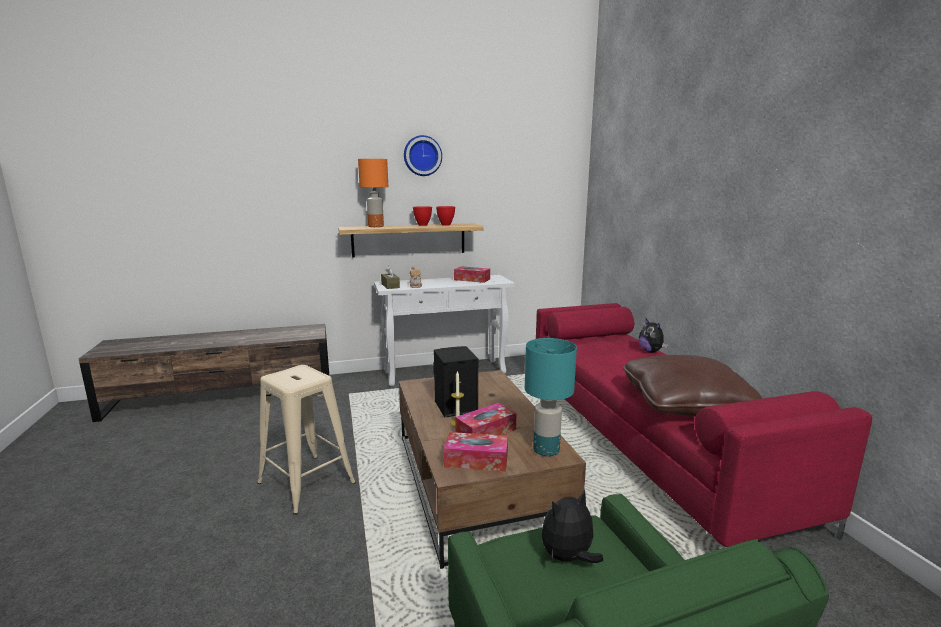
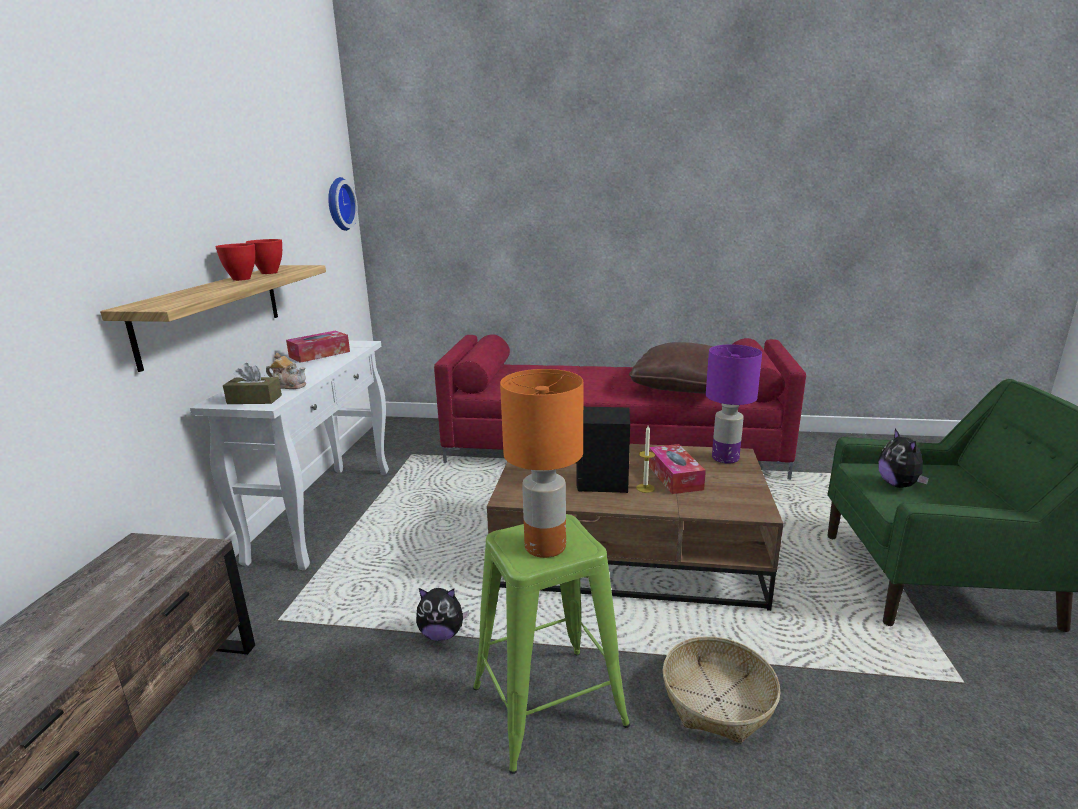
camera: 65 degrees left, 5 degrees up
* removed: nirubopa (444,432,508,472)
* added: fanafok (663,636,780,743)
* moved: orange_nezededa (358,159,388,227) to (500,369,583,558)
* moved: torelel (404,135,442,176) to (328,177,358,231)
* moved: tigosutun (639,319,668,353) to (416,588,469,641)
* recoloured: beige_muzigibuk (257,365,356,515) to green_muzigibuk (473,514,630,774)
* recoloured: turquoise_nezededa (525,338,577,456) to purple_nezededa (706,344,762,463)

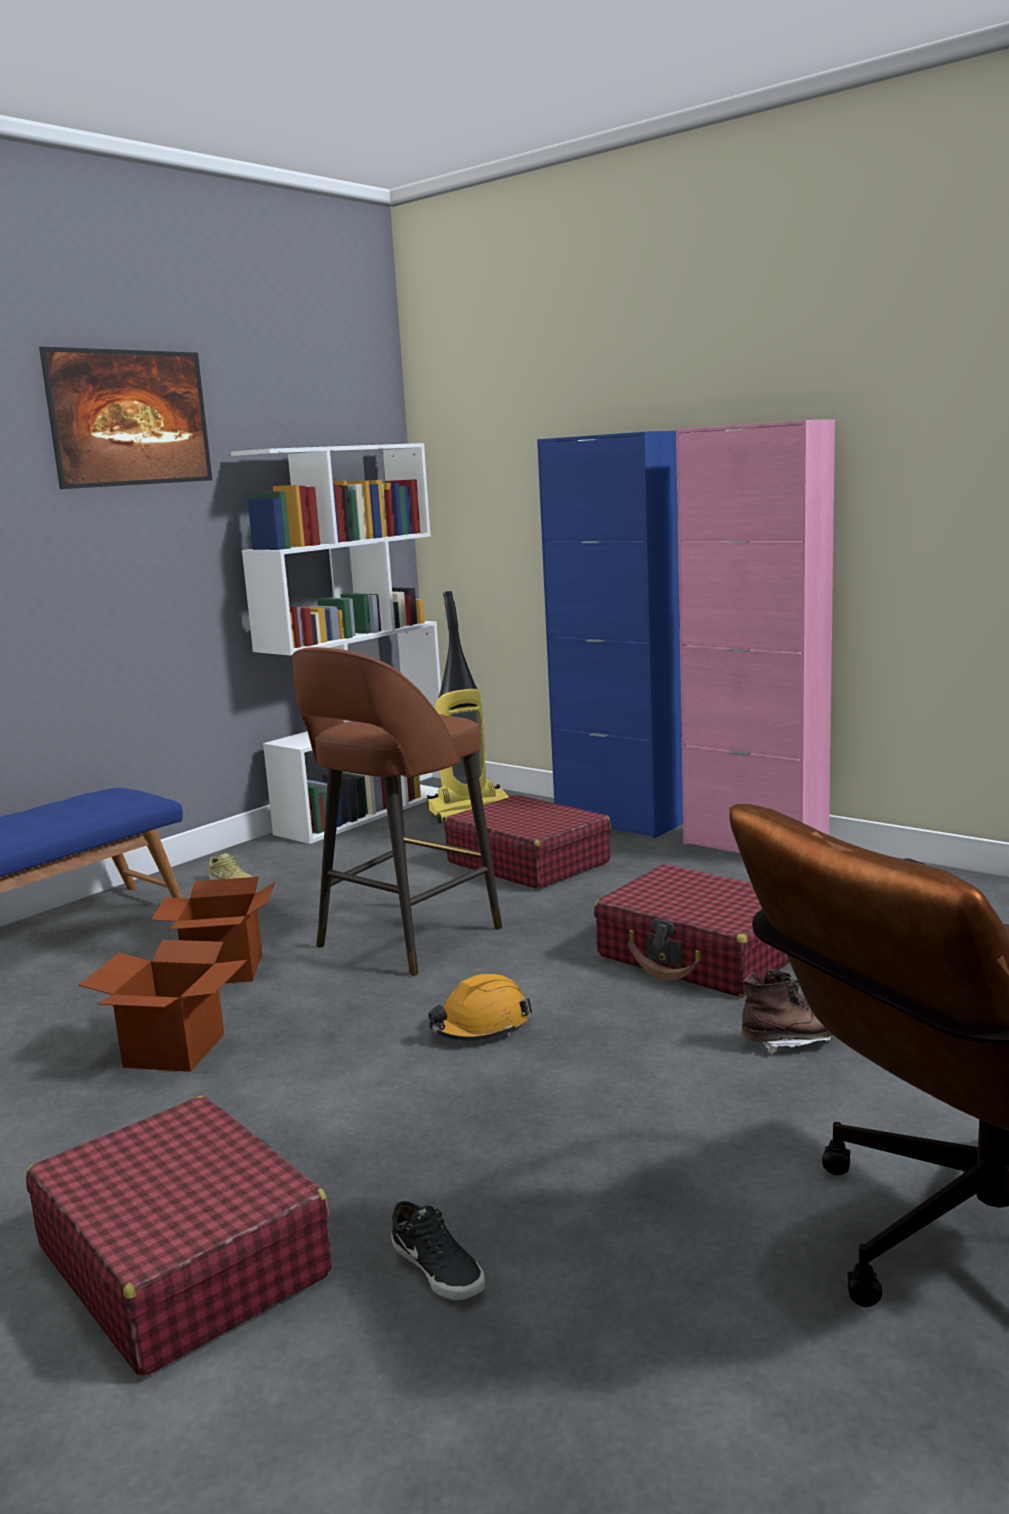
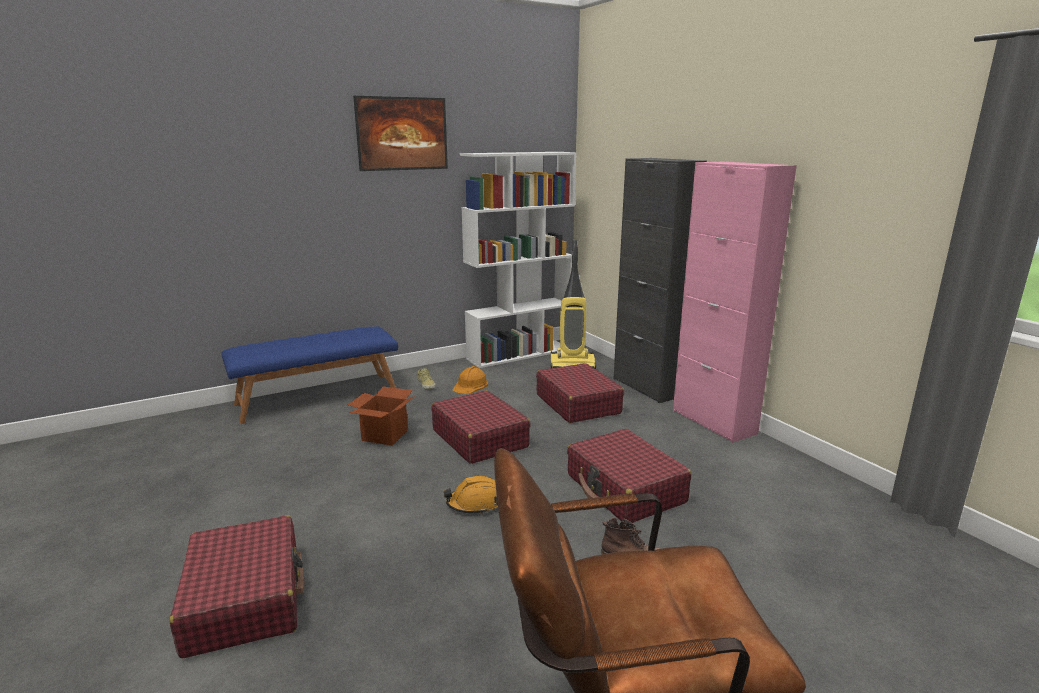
camera: 20 degrees right, 5 degrees up
* removed: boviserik (78,940,247,1072)
* removed: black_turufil (391,1201,485,1300)
* added: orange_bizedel (452,366,488,394)
* replaced: brown_muzigibuk (292,647,502,976) to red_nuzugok (431,390,531,464)
* recoloured: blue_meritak (537,431,683,838) to black_meritak (614,158,707,403)

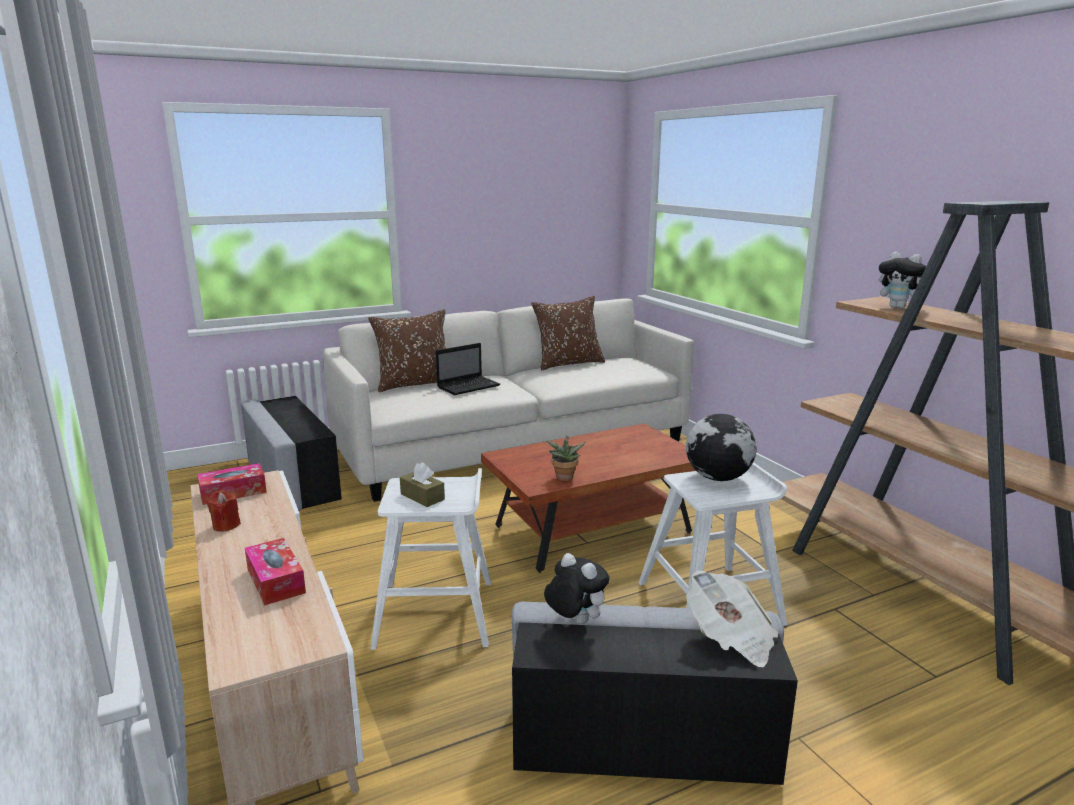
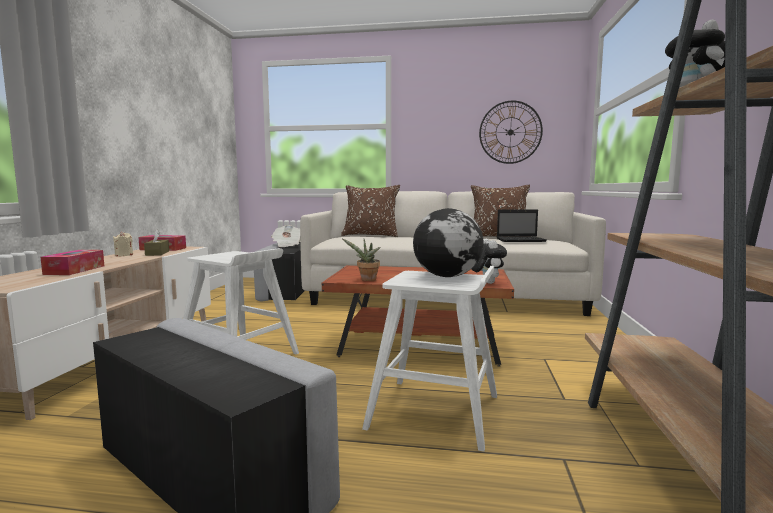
camera: 35 degrees right, 10 degrees down
* added: torelel (479,101,543,164)
* moved: brown_nirubopa (400,462,445,507) to (144,229,169,256)
* moved: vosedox (436,343,500,395) to (497,209,547,242)
* moved: tigosutun (544,553,610,624) to (472,239,507,284)
* moved: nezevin (686,570,779,667) to (271,225,300,247)
* recoloured: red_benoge (207,490,241,532) to beige_benoge (113,232,133,257)

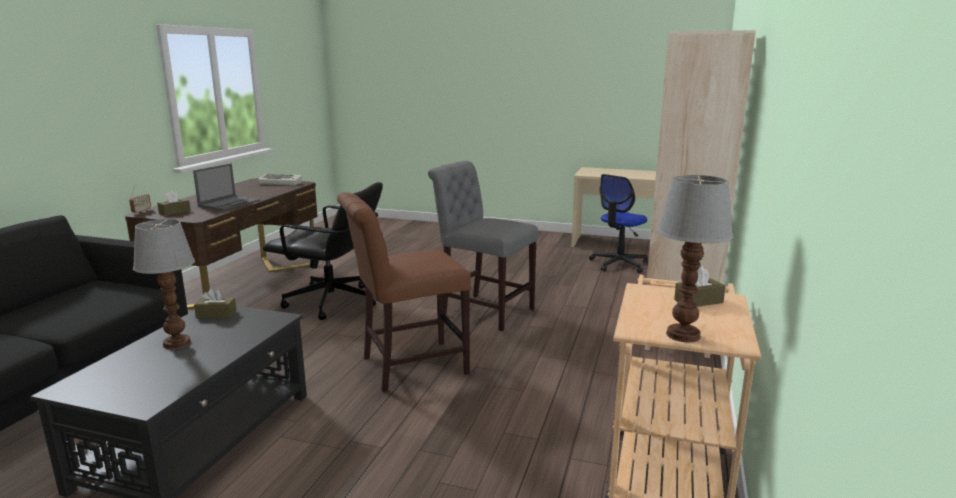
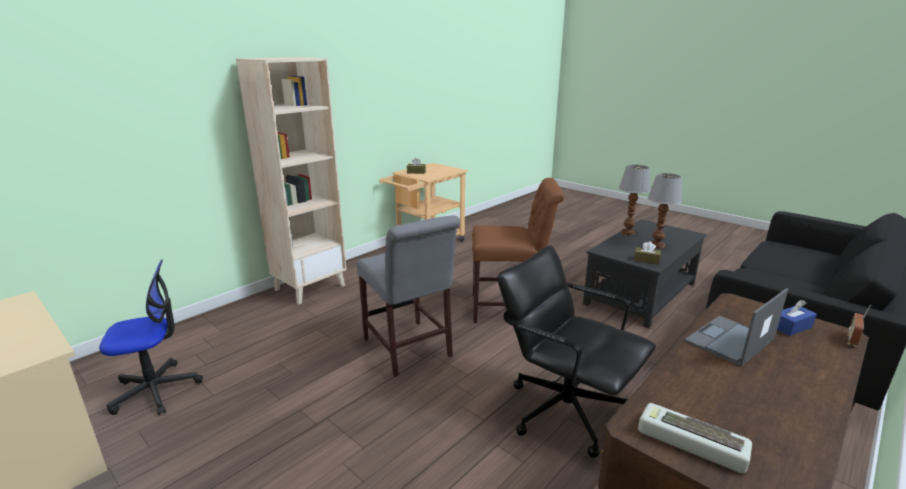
camera: 155 degrees left, 5 degrees up
* moved: nezededa (657,175,733,343) to (619,165,651,236)
* recoloured: brown_nirubopa (157,191,191,216) to blue_nirubopa (777,300,817,336)

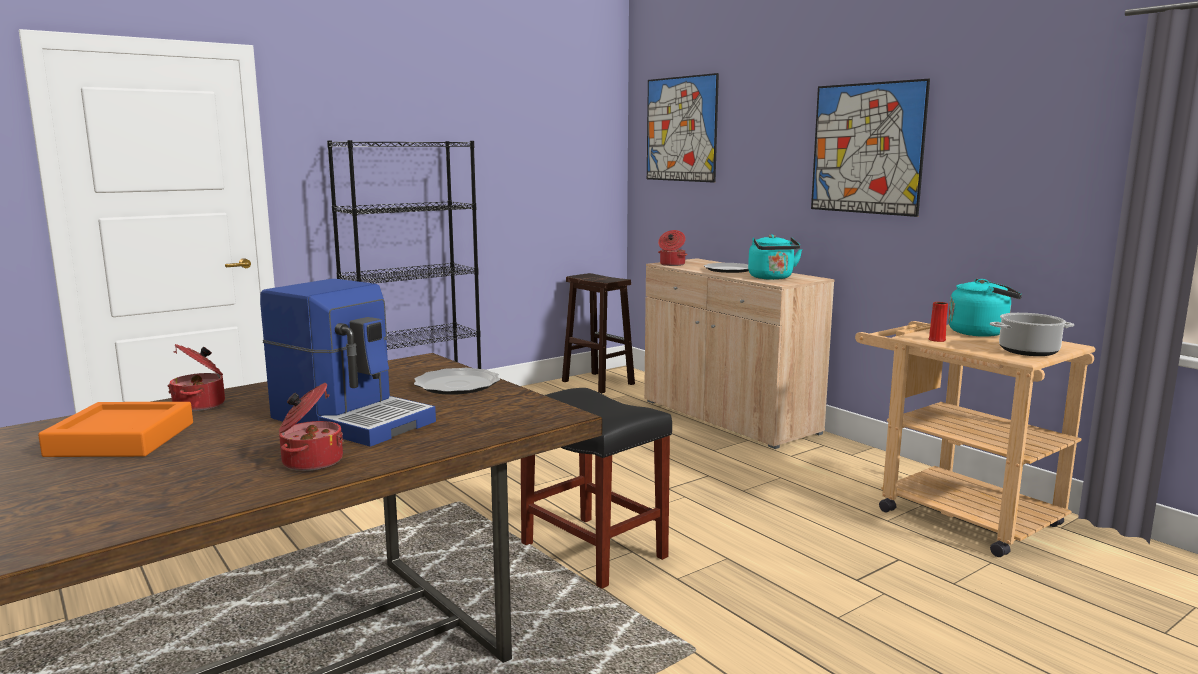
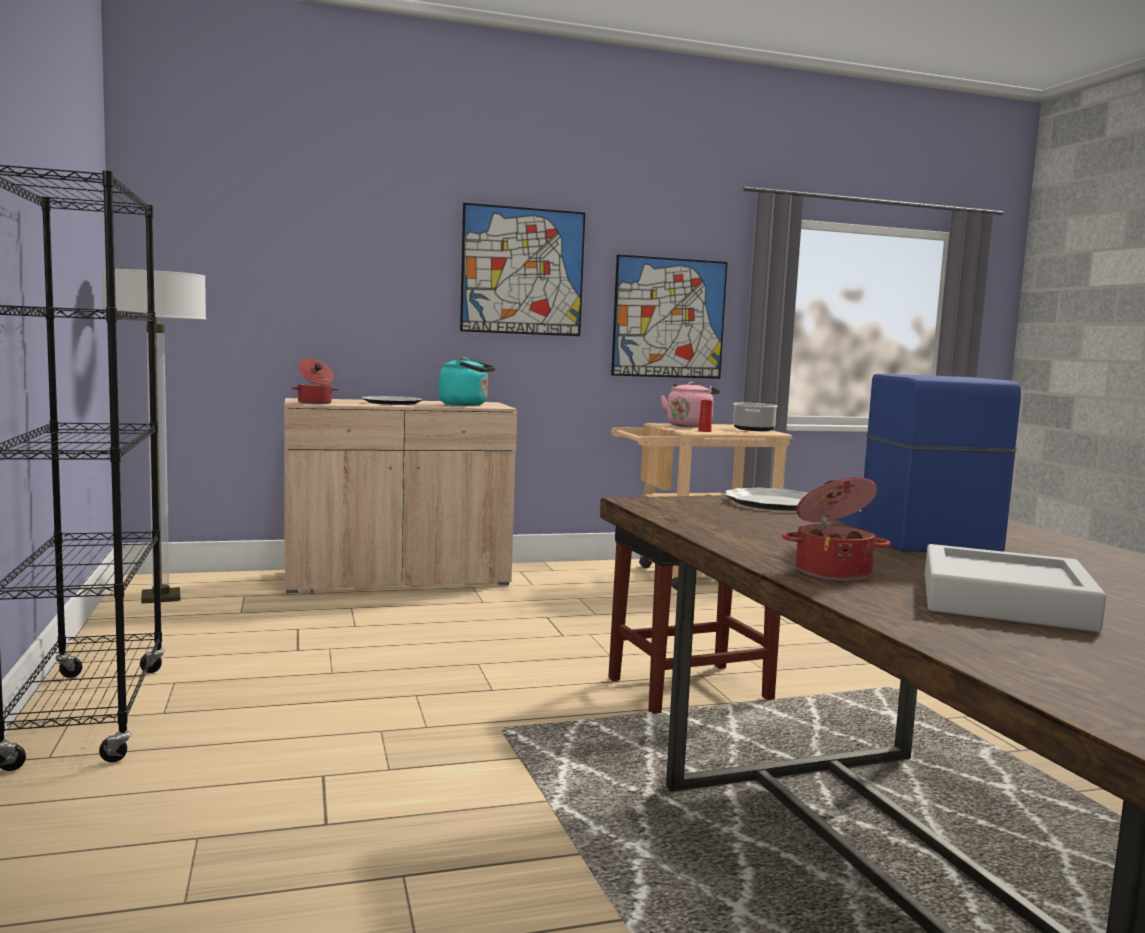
camera: 70 degrees left, 5 degrees down
* removed: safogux (279,383,344,471)
* moved: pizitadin (647,73,719,183) to (611,254,728,379)
* replaced: brown_muzigibuk (562,273,635,393) to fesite (101,269,206,603)
* recoloured: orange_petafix (38,402,193,457) to grey_petafix (925,544,1106,632)
* recoloured: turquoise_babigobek (948,279,1022,337) to pink_babigobek (660,381,720,427)
* turned: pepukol (260,279,436,447) = (837,373,1021,552) 60 degrees counterclockwise

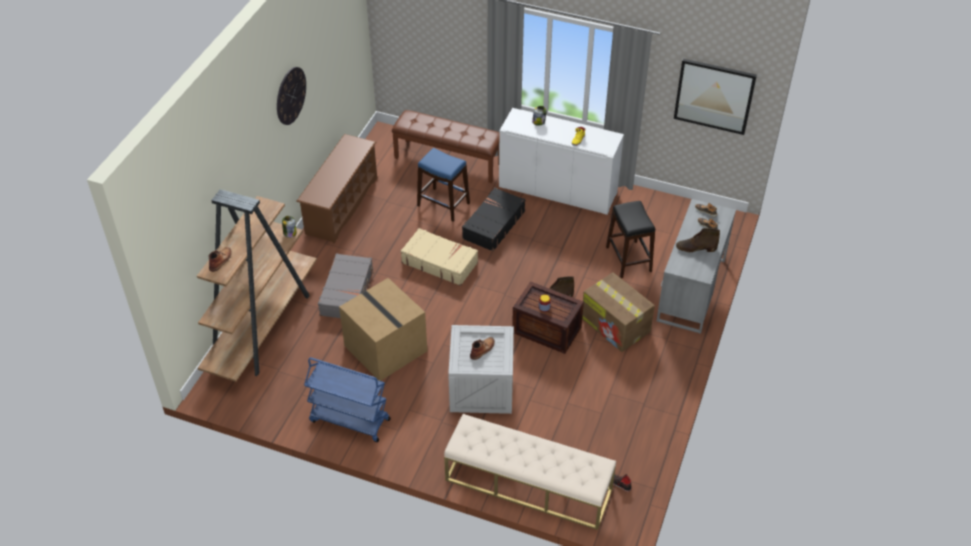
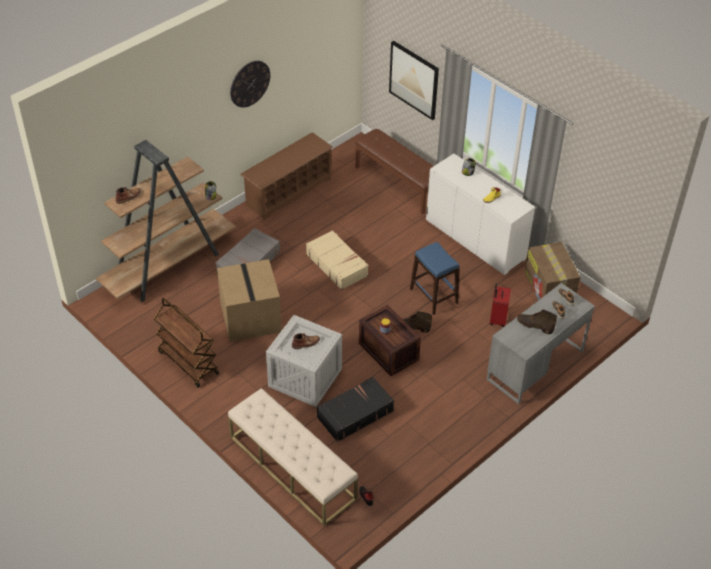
camera: 25 degrees right, 0 degrees up
* moved: blue_muzigibuk (417,148,470,221) to (410,242,459,315)
* moved: black_nuzugok (462,188,525,251) to (317,377,394,442)
* moved: boviserik (582,272,655,352) to (525,242,581,300)
* moved: pizitadin (674,59,757,135) to (389,41,439,120)
* replaced: black_muzigibuk (606,201,655,278) to red_nuzugok (490,284,511,327)
* recoloured: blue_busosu (304,357,391,442) to brown_busosu (154,298,219,388)

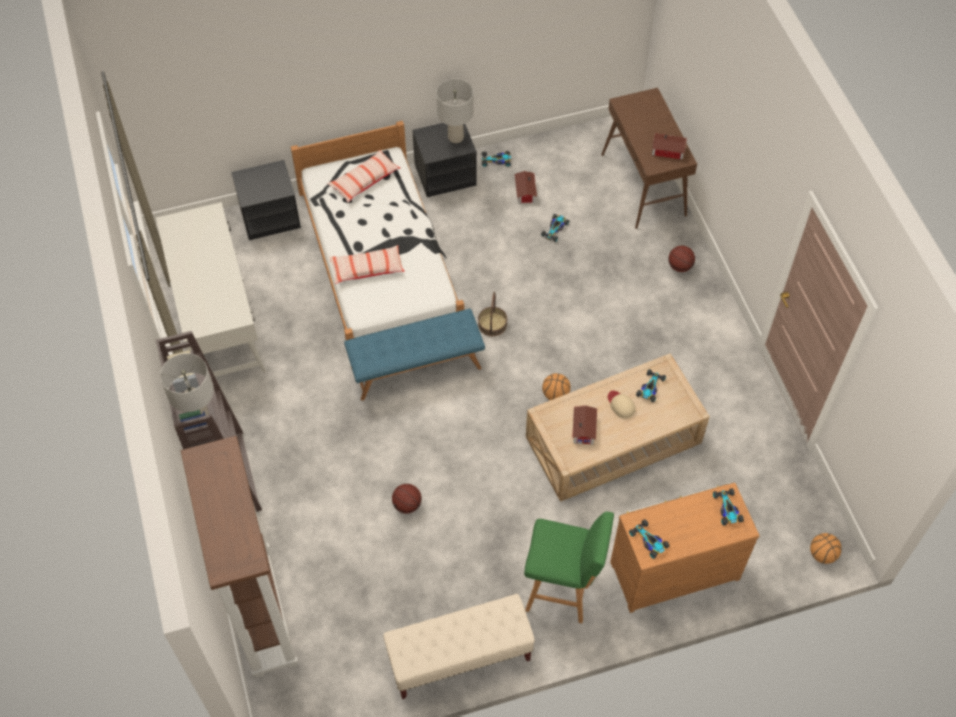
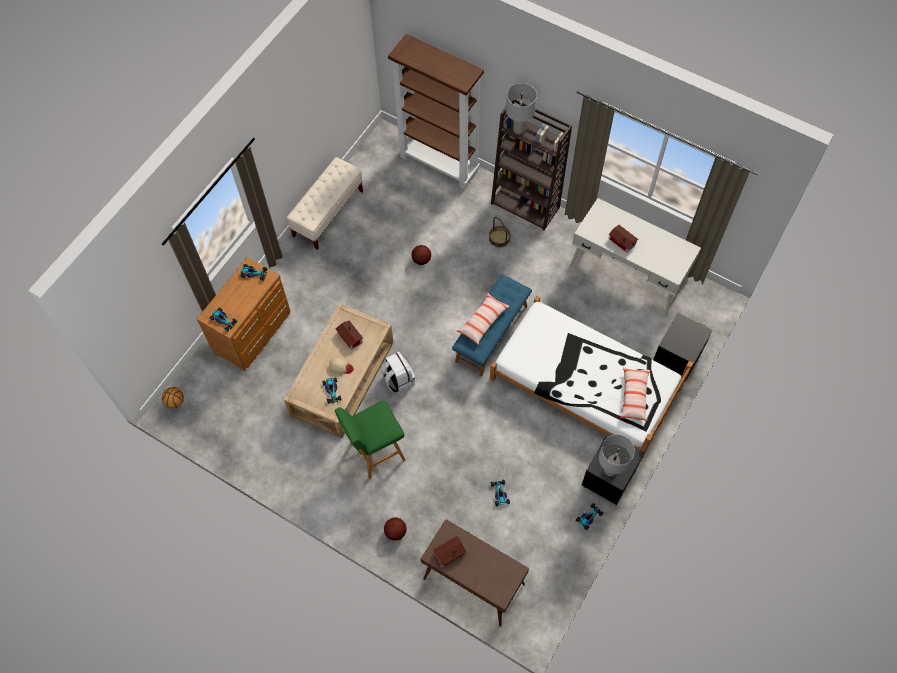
camera: 140 degrees right, 5 degrees up
* moved: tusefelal (329,245,405,284) to (457,293,510,345)
* moved: fanafok (478,292,507,336) to (489,217,510,248)
* moved: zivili (515,171,537,204) to (608,225,638,253)
* moved: green_muzigibuk (524,512,614,623) to (335,400,406,479)
* replaced: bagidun (542,373,571,400) to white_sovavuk (381,352,415,393)

